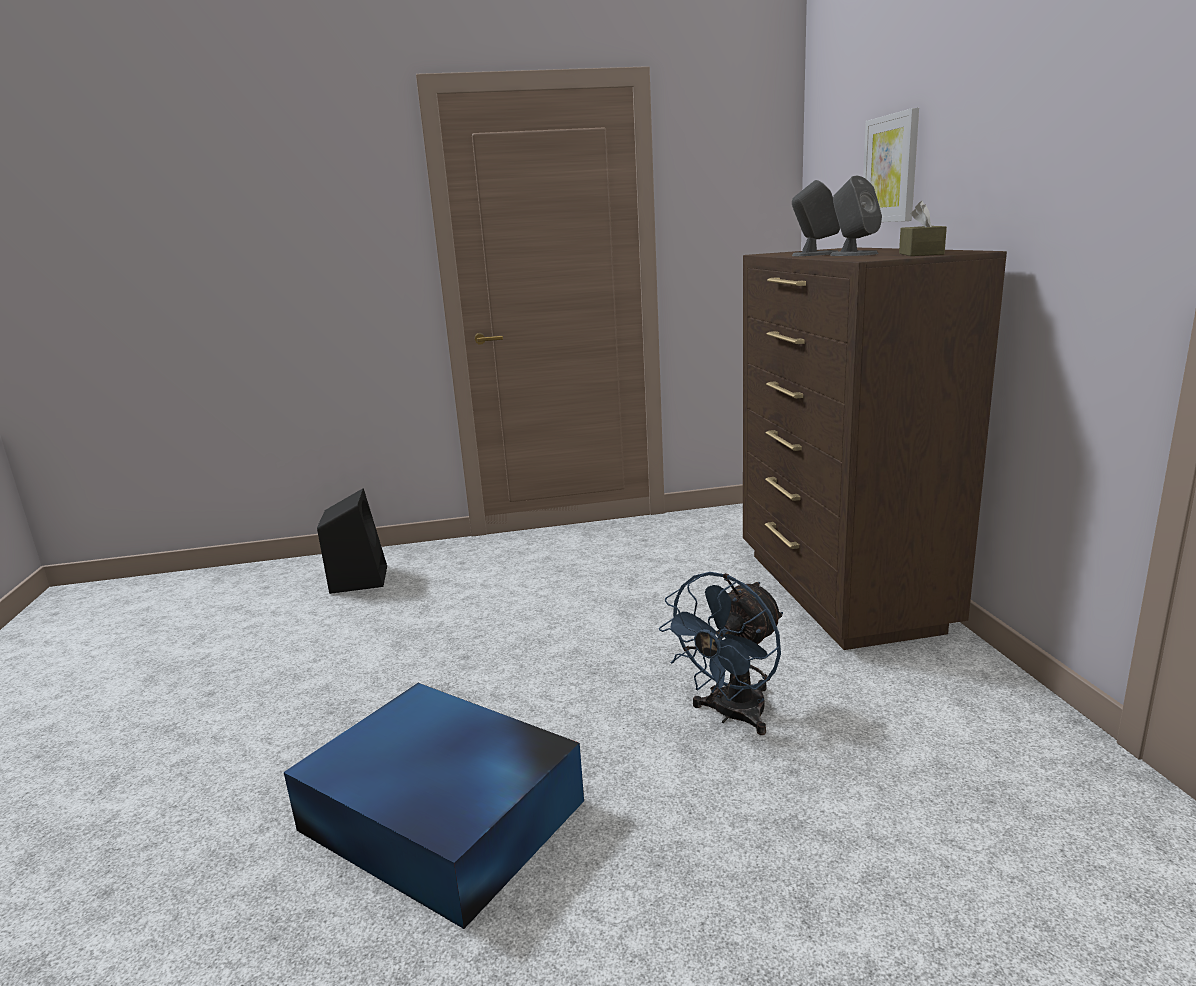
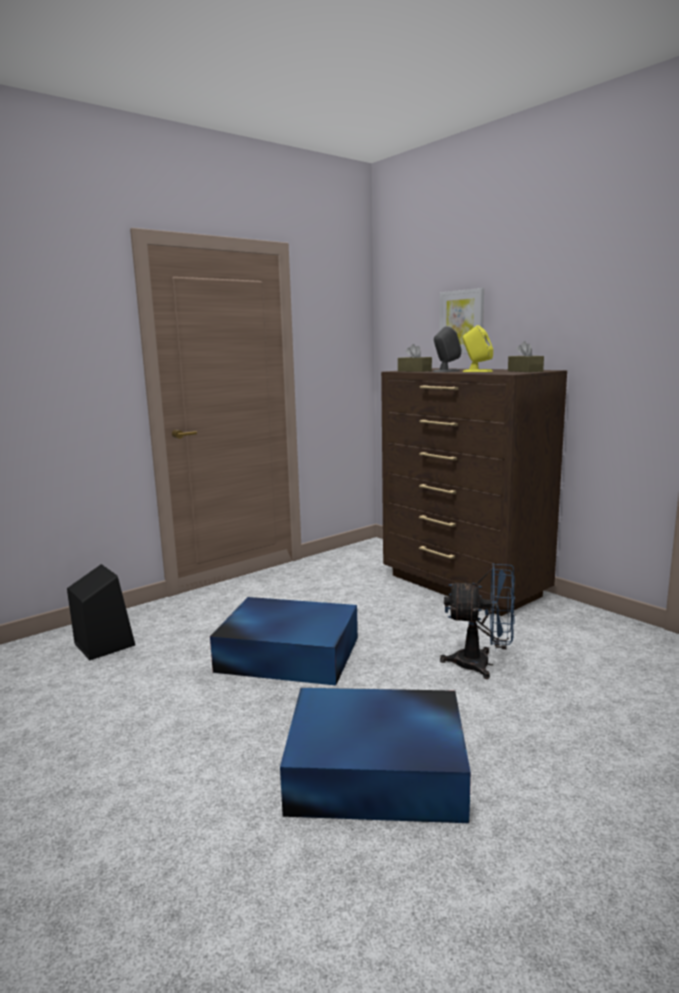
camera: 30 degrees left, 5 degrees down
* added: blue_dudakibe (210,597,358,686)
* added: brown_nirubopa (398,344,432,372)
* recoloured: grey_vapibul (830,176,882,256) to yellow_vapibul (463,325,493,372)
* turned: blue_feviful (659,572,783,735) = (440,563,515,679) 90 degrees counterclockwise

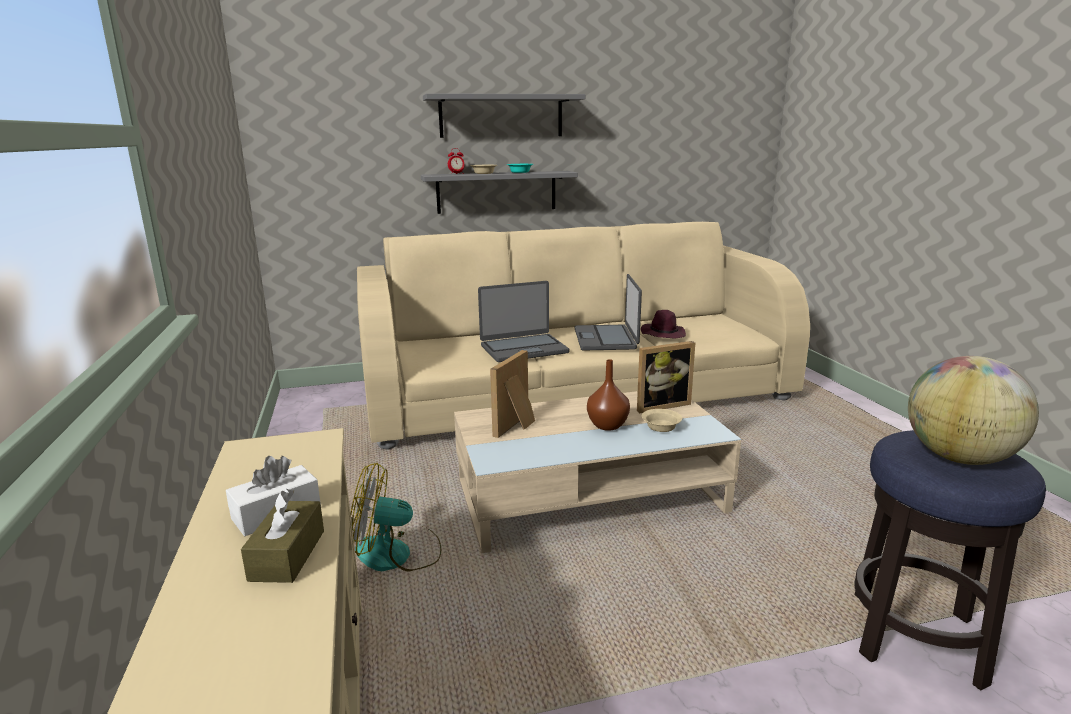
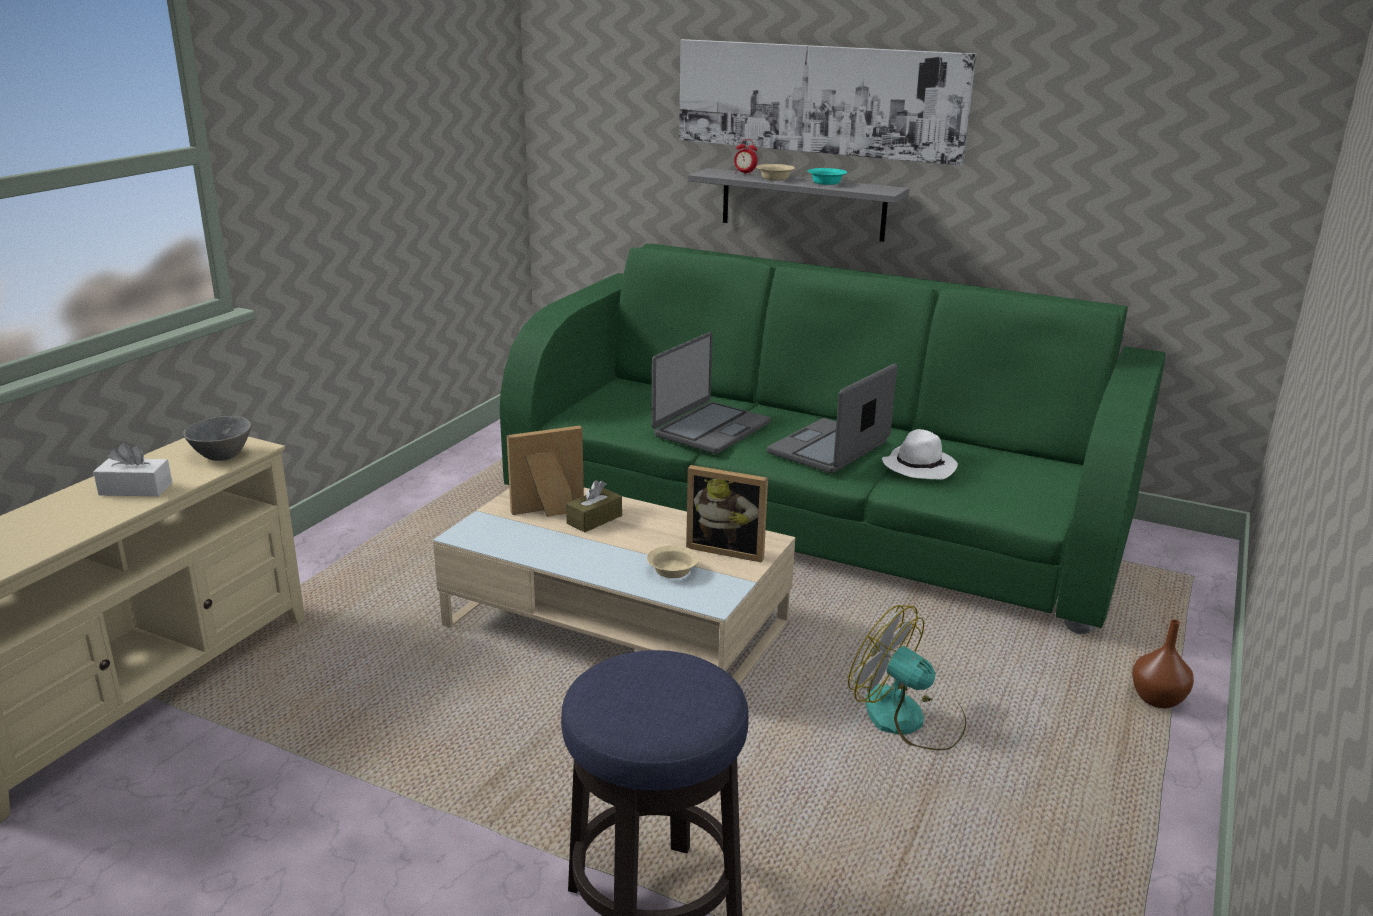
camera: 40 degrees right, 5 degrees up
* removed: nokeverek (908,356,1039,465)
* added: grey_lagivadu (183,416,251,461)
* moved: brown_nirubopa (241,489,324,583) to (566,480,622,532)
* moved: feviful (350,463,441,572) to (848,605,966,750)
* moved: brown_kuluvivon (587,359,630,431) to (1132,620,1194,708)
* replaced: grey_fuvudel (423,93,586,138) to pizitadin (679,39,976,166)
* recoloured: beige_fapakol (357,222,810,450) to green_fapakol (500,244,1165,634)
* recoloured: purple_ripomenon (641,310,686,338) to white_ripomenon (882,429,958,480)
* turned: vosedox (478,281,570,362) = (652,332,771,454) 75 degrees counterclockwise

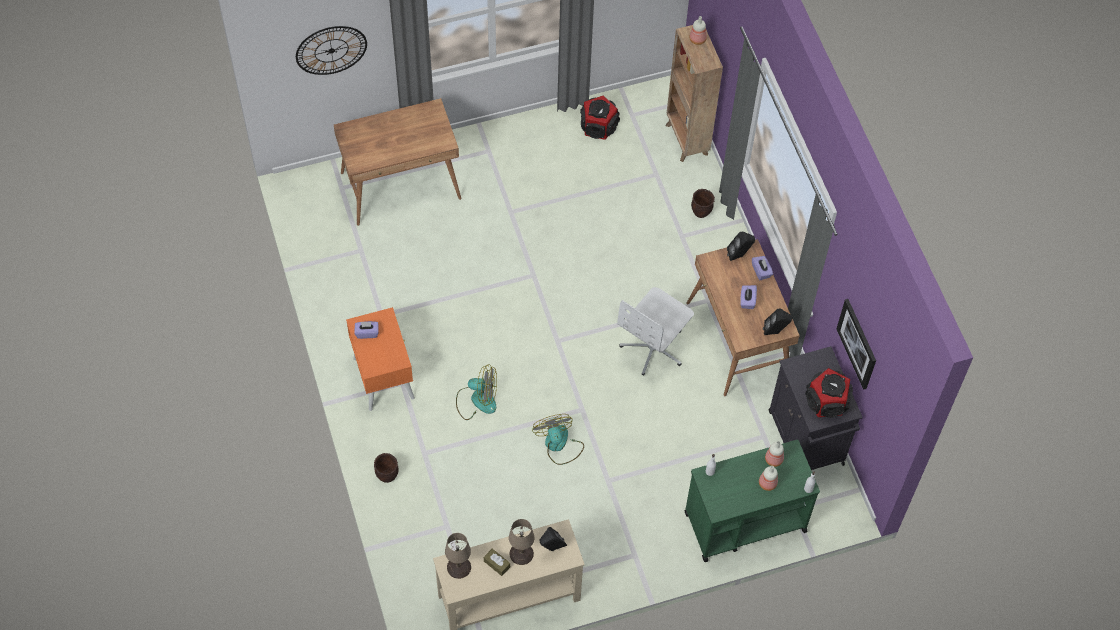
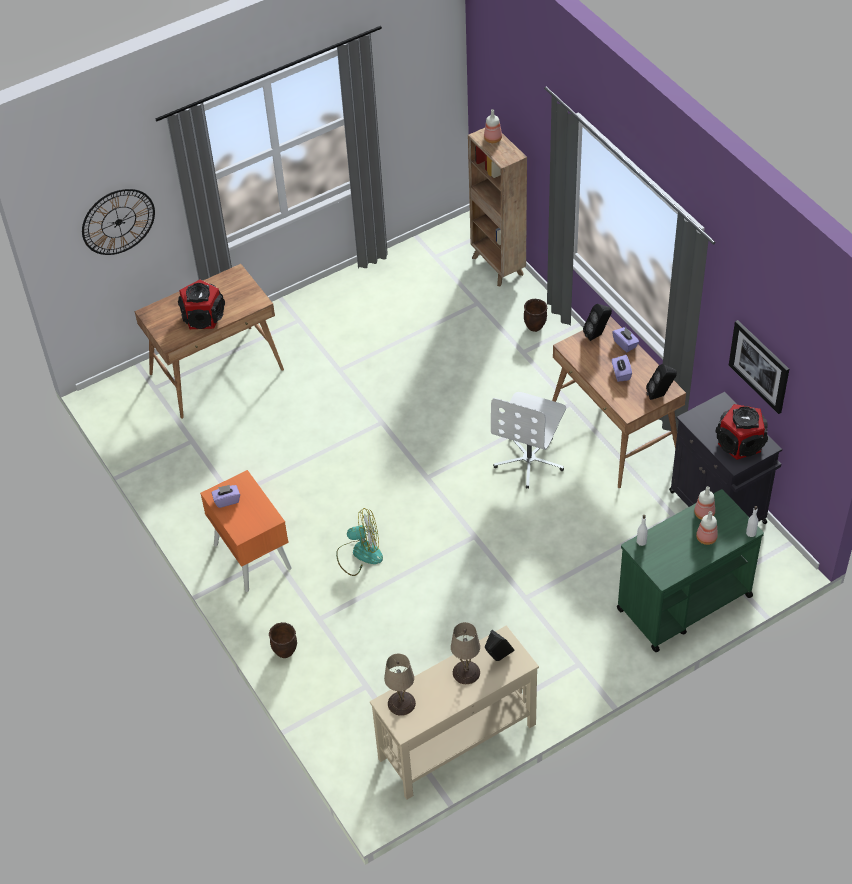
camera: 10 degrees left, 10 degrees down
* removed: brown_nirubopa (484,549,510,576)
* removed: feviful (532,414,584,465)
* moved: vapibul (580,95,620,140) to (178,280,225,329)

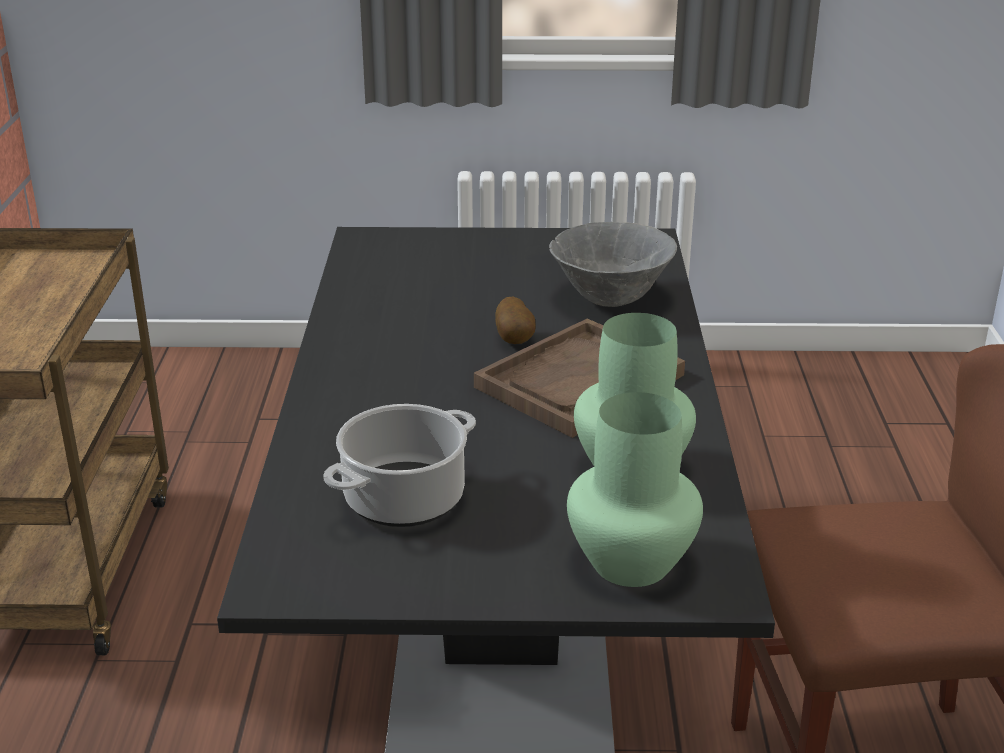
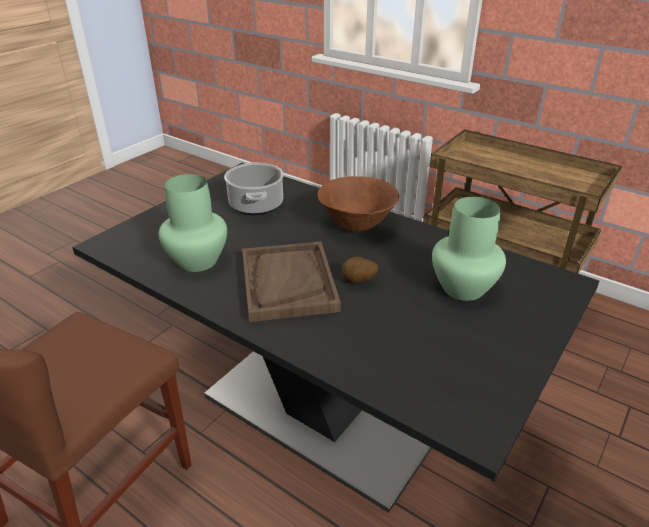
camera: 125 degrees right, 5 degrees up
* removed: grey_lagivadu (549,222,677,307)
* added: brown_lagivadu (318,176,399,232)
* moved: green_kuluvivon (567,392,703,587) to (432,197,506,301)

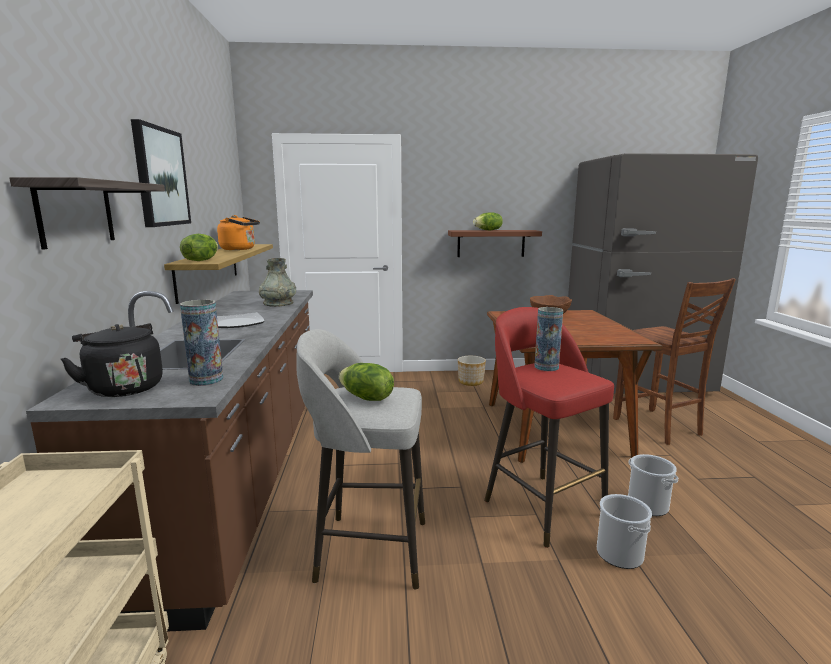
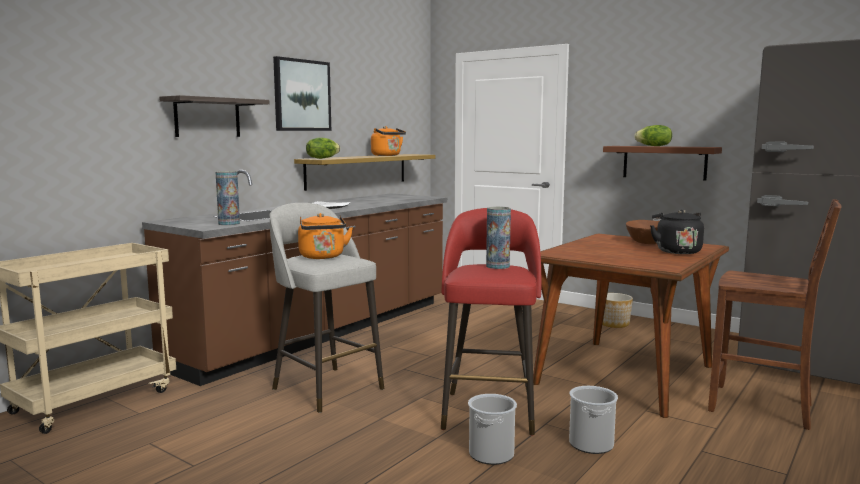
camera: 40 degrees right, 5 degrees down
* removed: grey_kuluvivon (259,258,296,307)
* moved: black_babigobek (61,323,163,397) to (650,210,704,254)
* replaced: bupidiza (339,363,394,401) to orange_babigobek (298,213,353,259)
* turned: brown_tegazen (613,278,736,445) = (708,199,842,430) 75 degrees counterclockwise

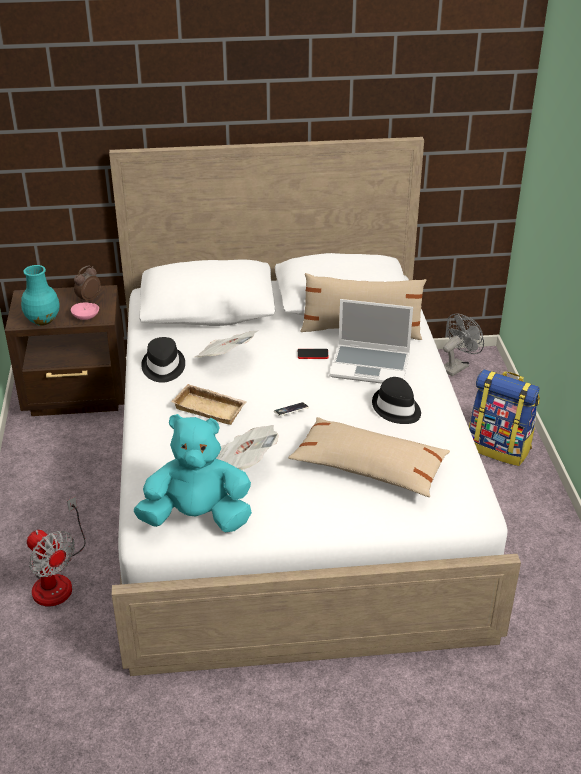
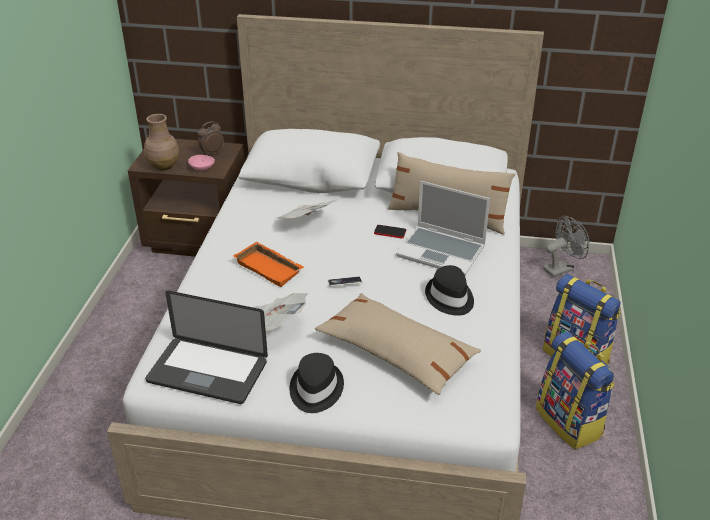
camera: 15 degrees right, 0 degrees up
* removed: feviful (27,496,86,606)
* added: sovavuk (536,332,615,449)
* moved: black_ripomenon (141,337,185,383) to (290,353,344,413)
* replaced: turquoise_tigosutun (134,414,252,532) to vosedox (145,291,268,404)
* recoloured: turquoise_kuluvivon (21,265,60,326) to brown_kuluvivon (144,114,179,171)
* recoloured: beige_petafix (171,384,247,425) to orange_petafix (233,241,304,287)

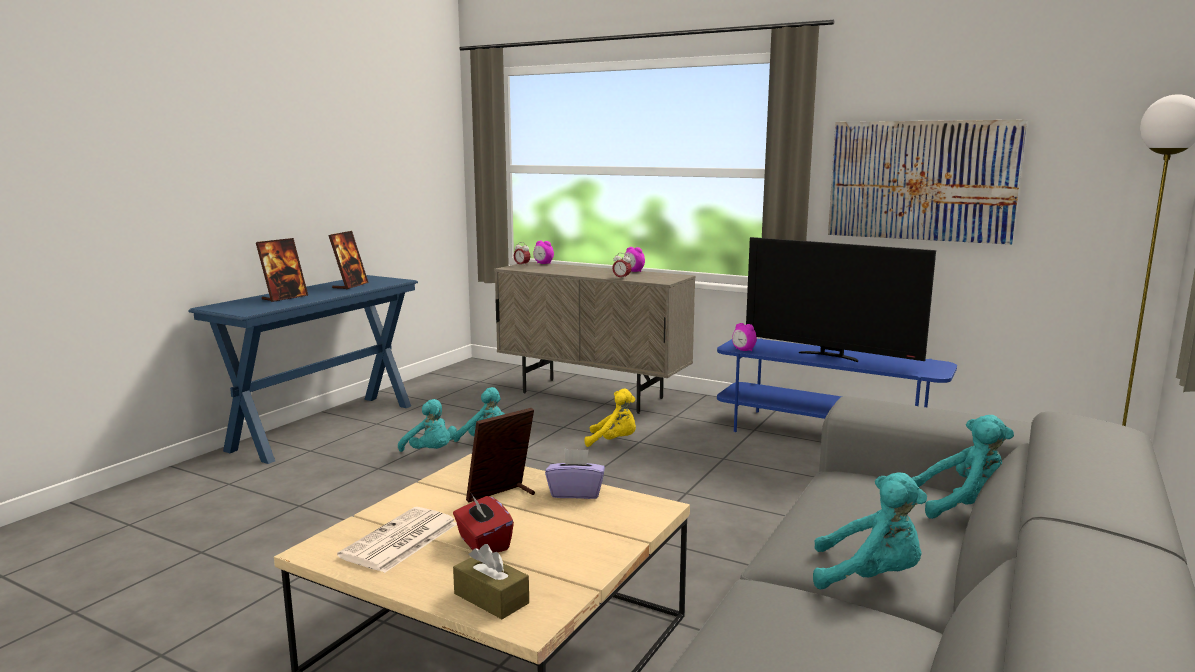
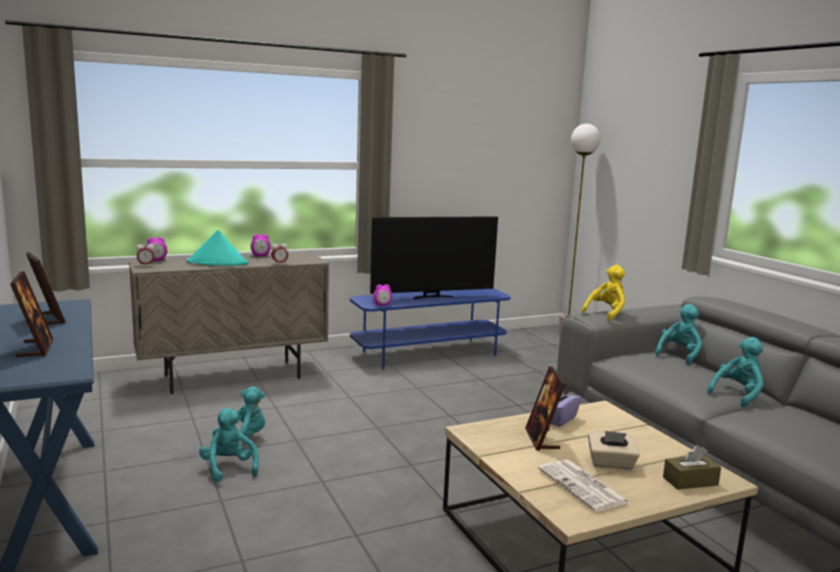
camera: 55 degrees left, 0 degrees up
* removed: pizitadin (828,119,1027,245)
* added: turquoise_ripomenon (187,230,248,266)
* moved: yellow_tigosutun (585,389,636,447) to (582,265,625,321)
* recoloured: red_nirubopa (453,493,514,553) to beige_nirubopa (588,431,640,470)
* turned: turquoise_tigosutun (398,399,457,452) = (199,408,259,483) 105 degrees counterclockwise

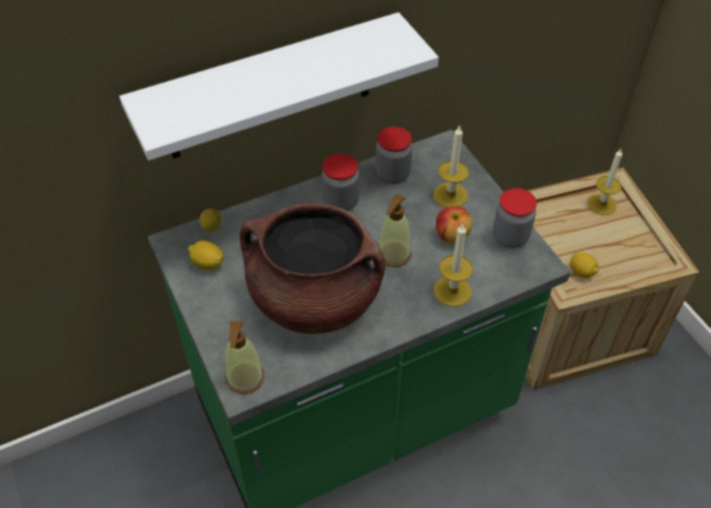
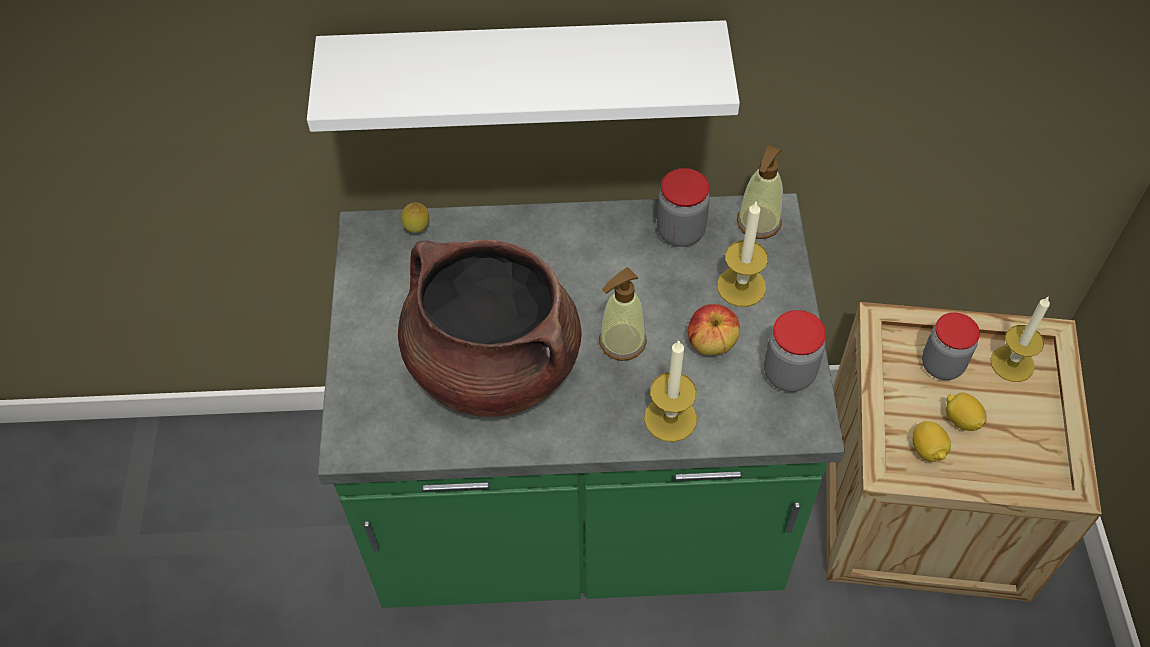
camera: 25 degrees right, 5 degrees up
* moved: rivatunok (188,241,224,270) to (946,393,986,431)
* moved: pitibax (225,321,264,394) to (737,145,783,239)
* moved: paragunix (322,154,359,211) to (922,312,980,380)

